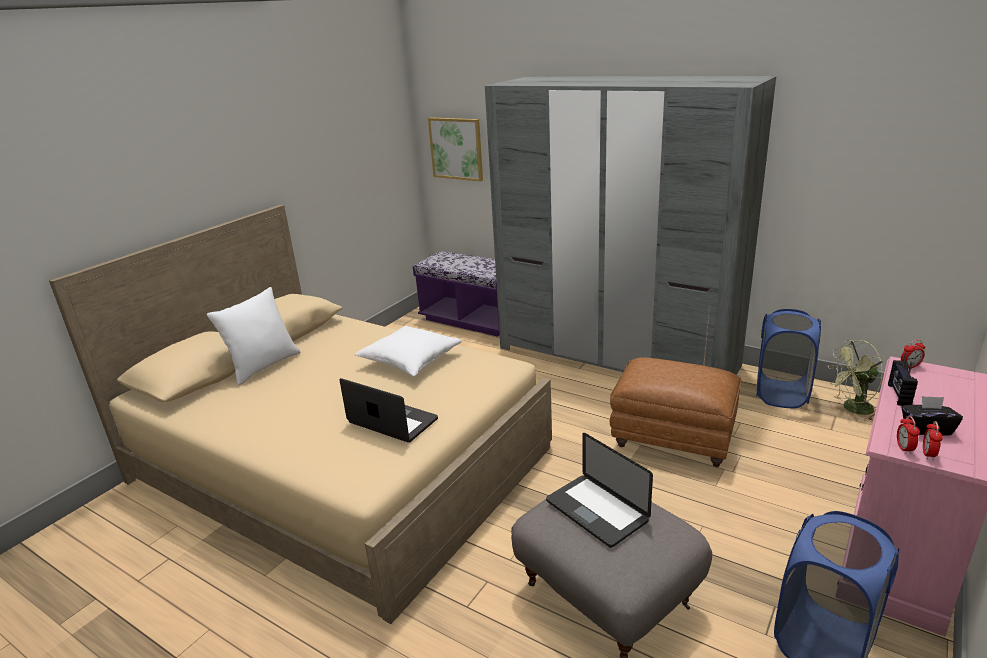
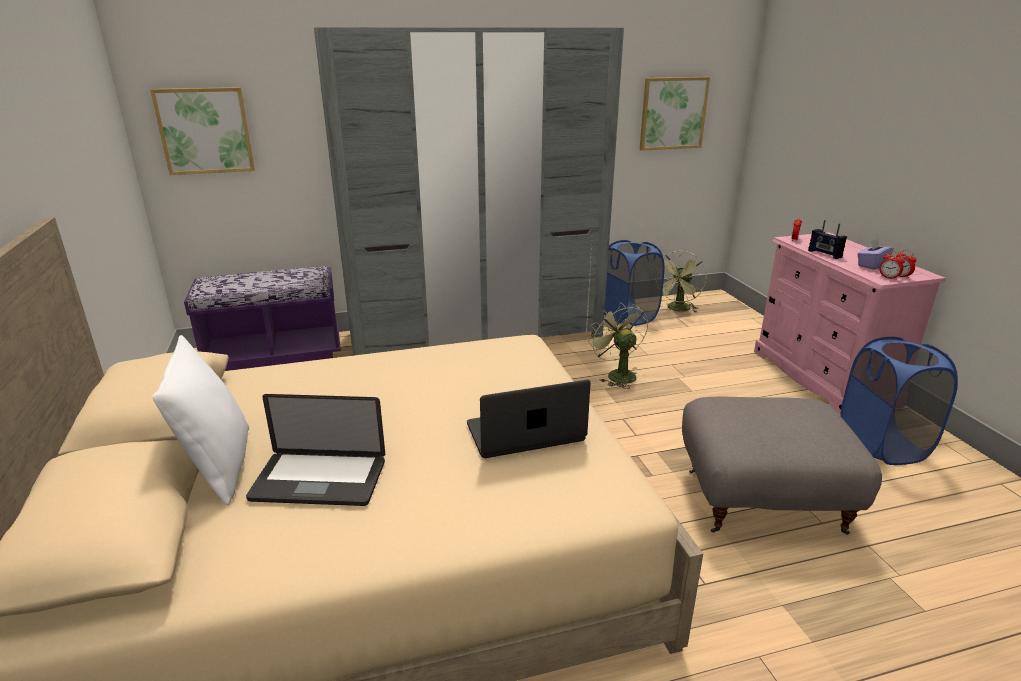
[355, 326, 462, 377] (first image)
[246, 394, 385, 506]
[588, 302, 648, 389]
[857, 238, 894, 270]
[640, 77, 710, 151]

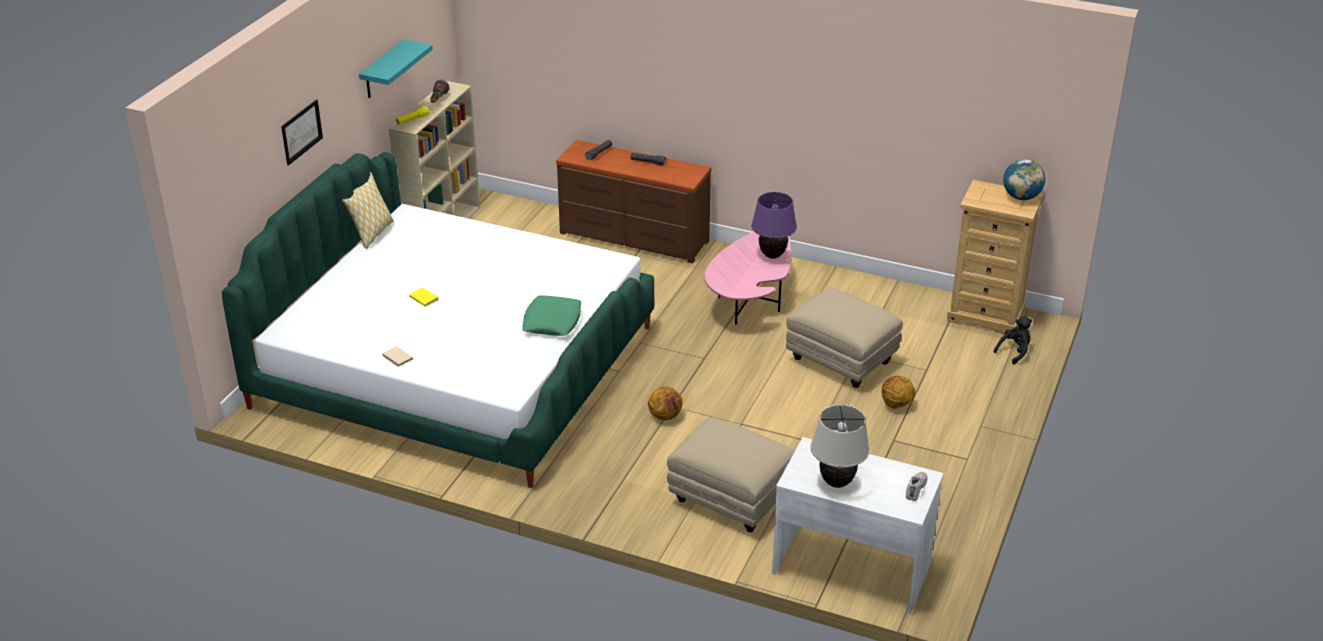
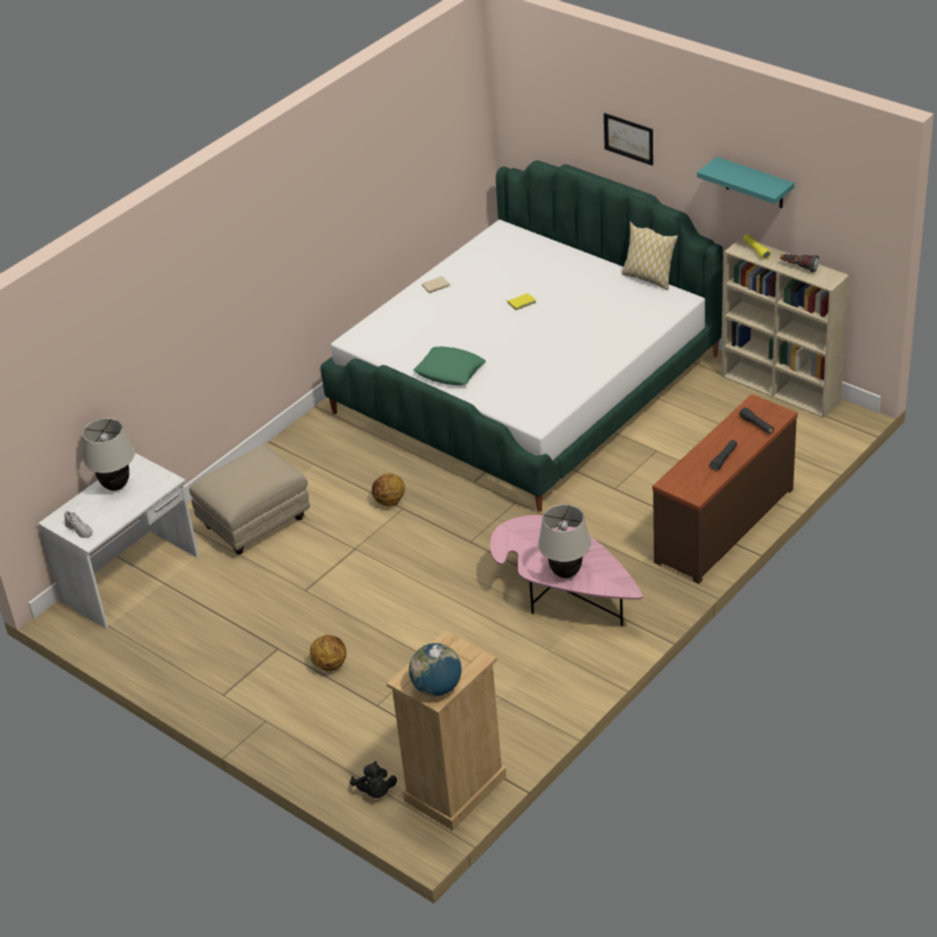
[538, 504, 591, 578]
[786, 288, 903, 388] (first image)

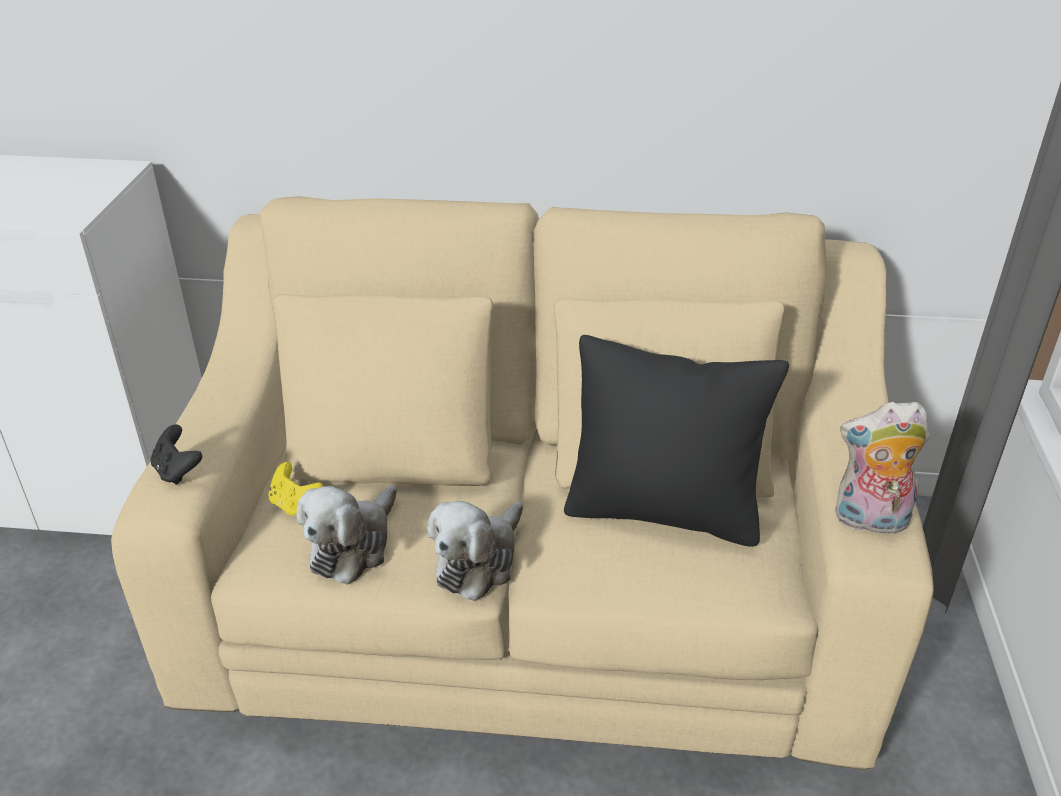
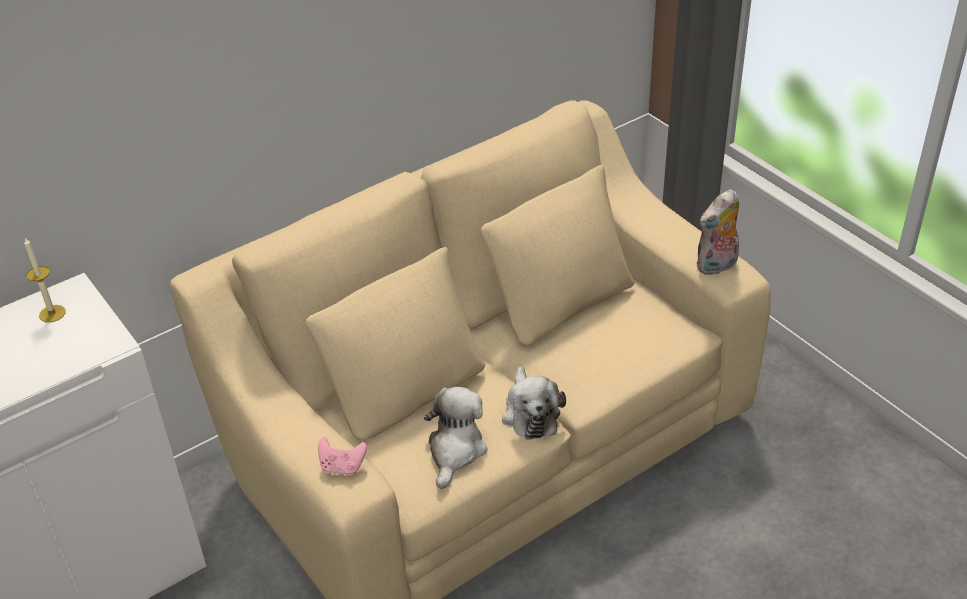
[318, 437, 367, 475]
[268, 462, 324, 516] (first image)
[424, 387, 487, 489]
[564, 335, 789, 547] (first image)
[24, 238, 66, 323]

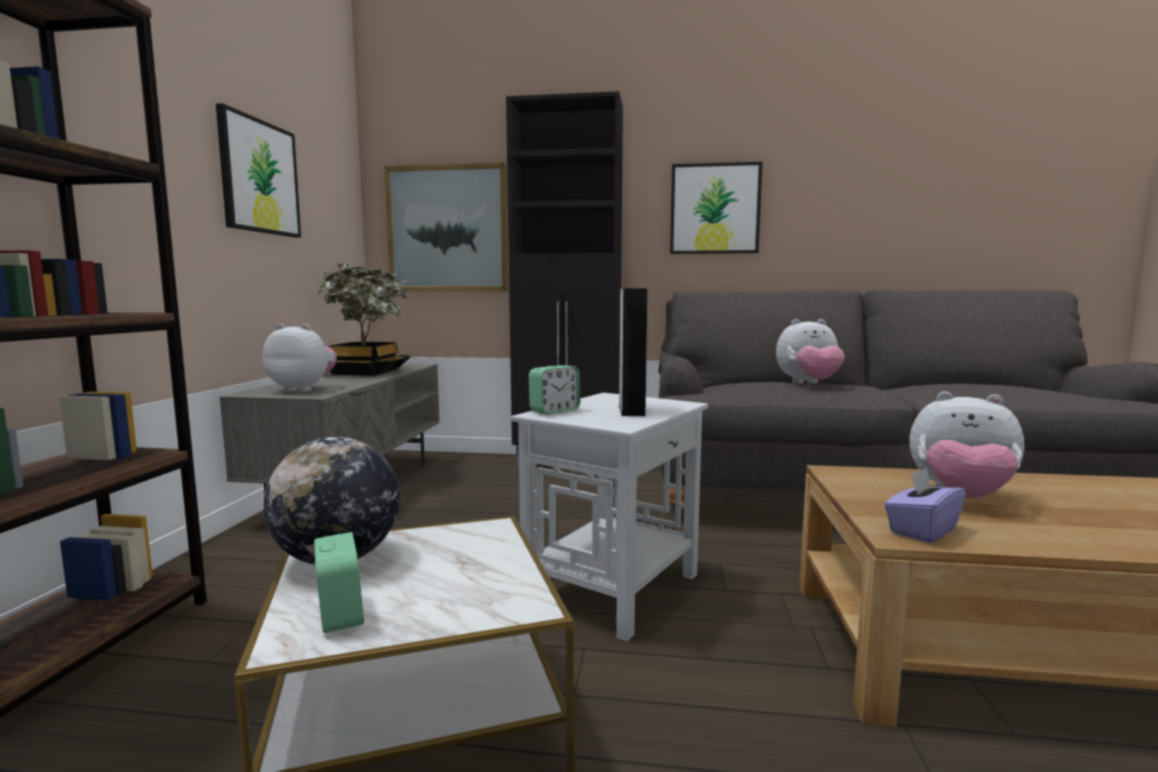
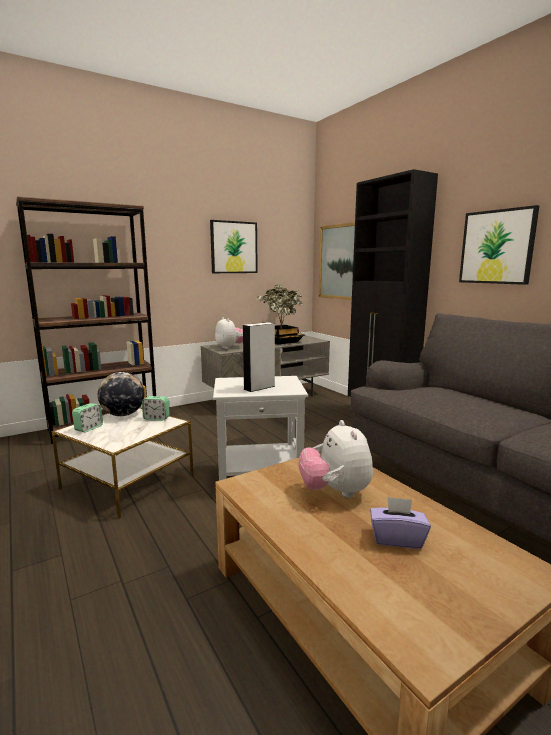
[142, 396, 170, 421]
[776, 319, 845, 383] (first image)
[370, 497, 431, 549]

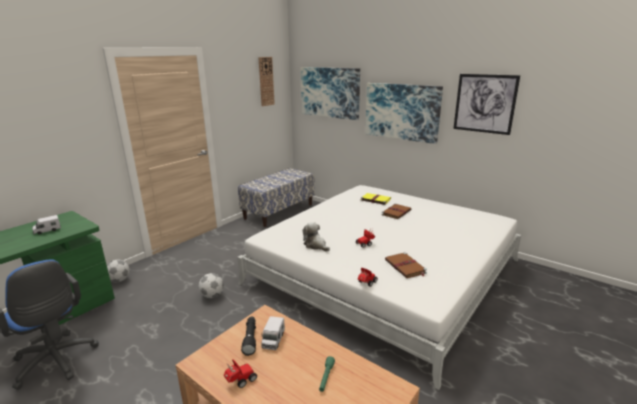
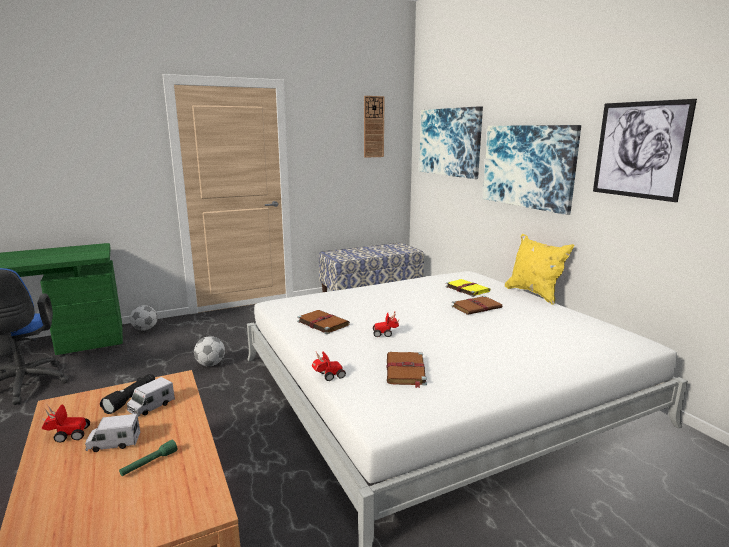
[85, 414, 140, 452]
[297, 310, 350, 334]
[505, 234, 574, 305]

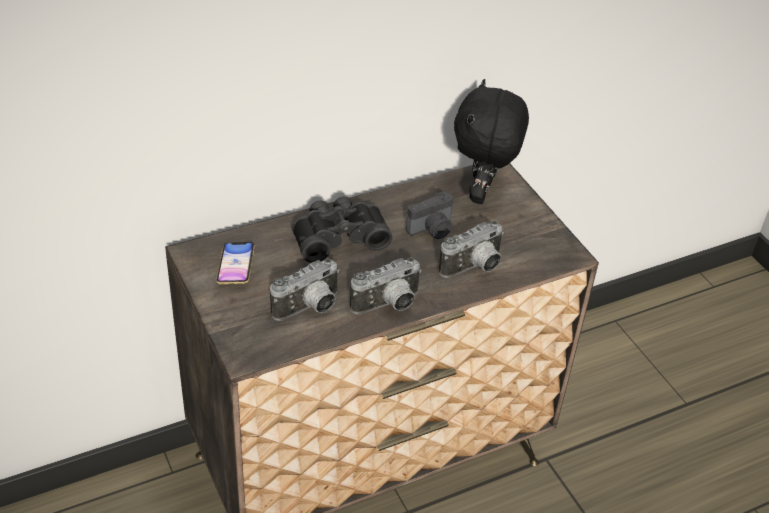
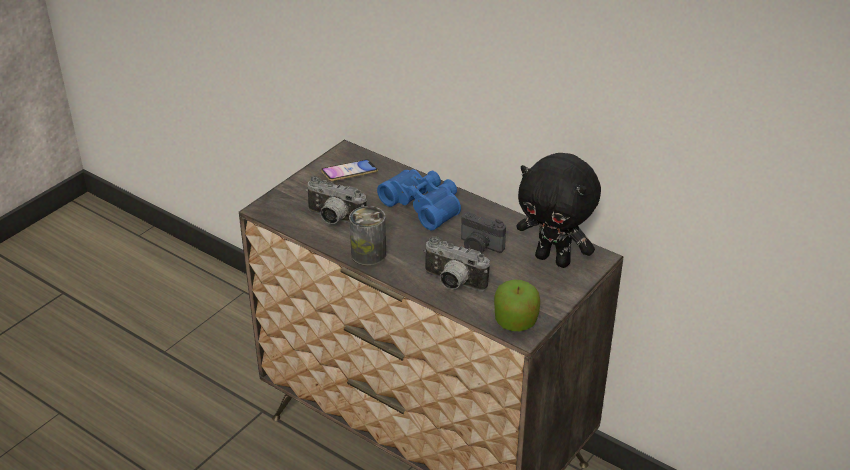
[377, 169, 461, 230]
[349, 206, 386, 266]
[516, 153, 601, 268]
[494, 279, 540, 331]

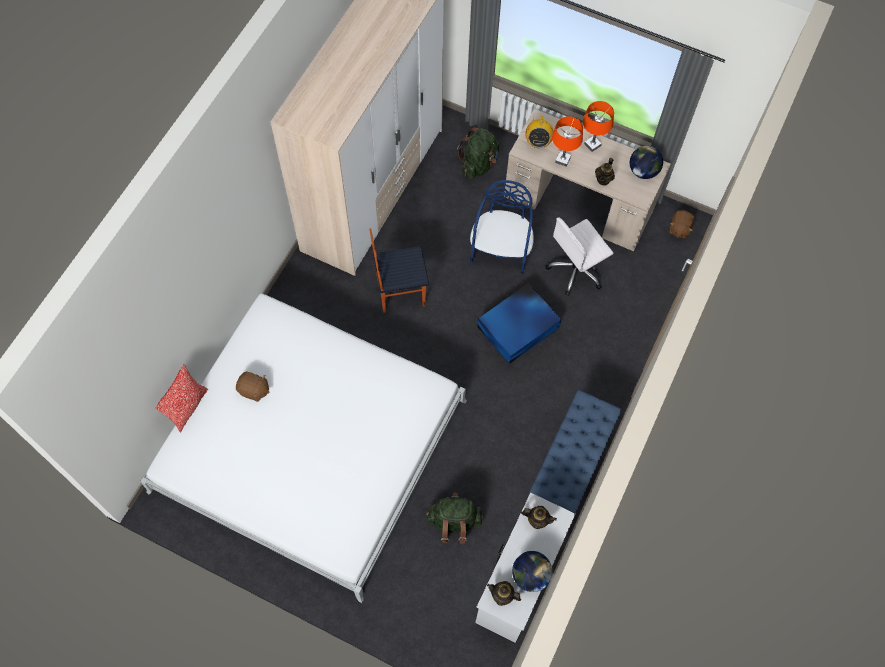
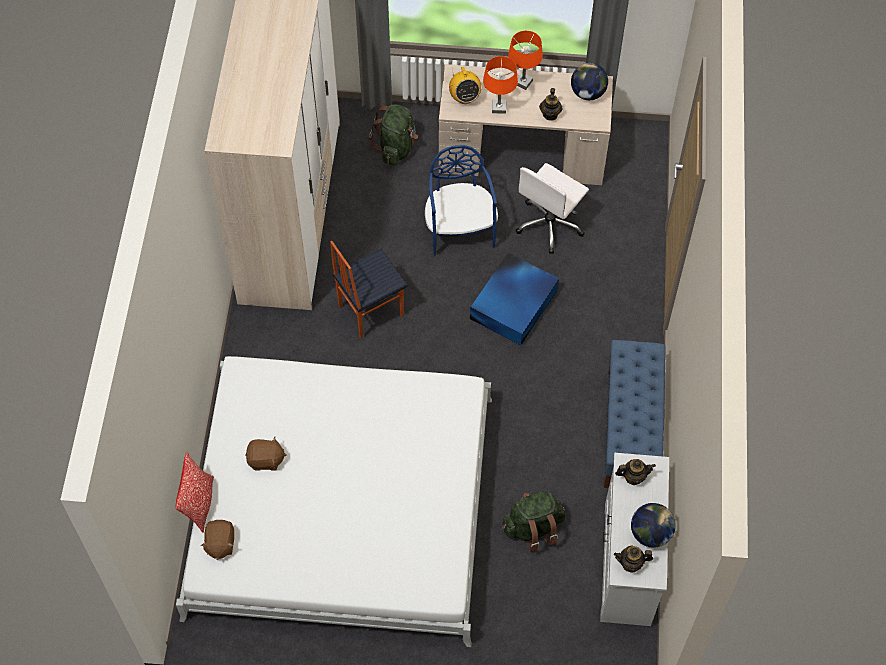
[201, 520, 234, 560]

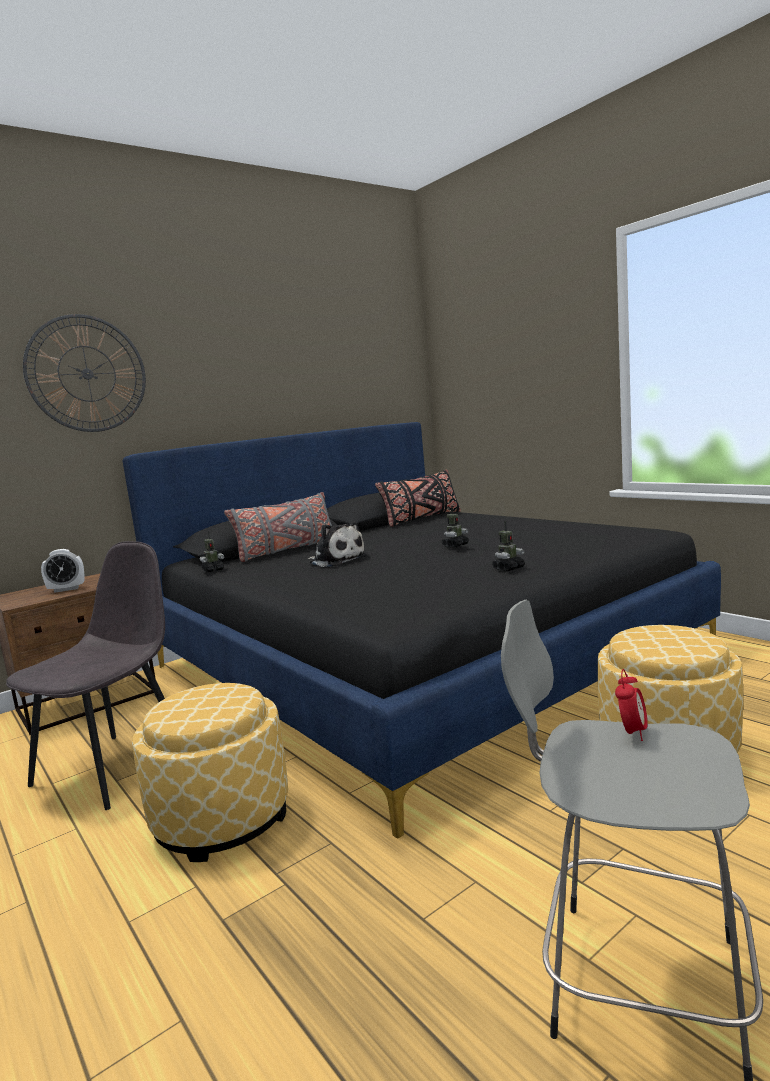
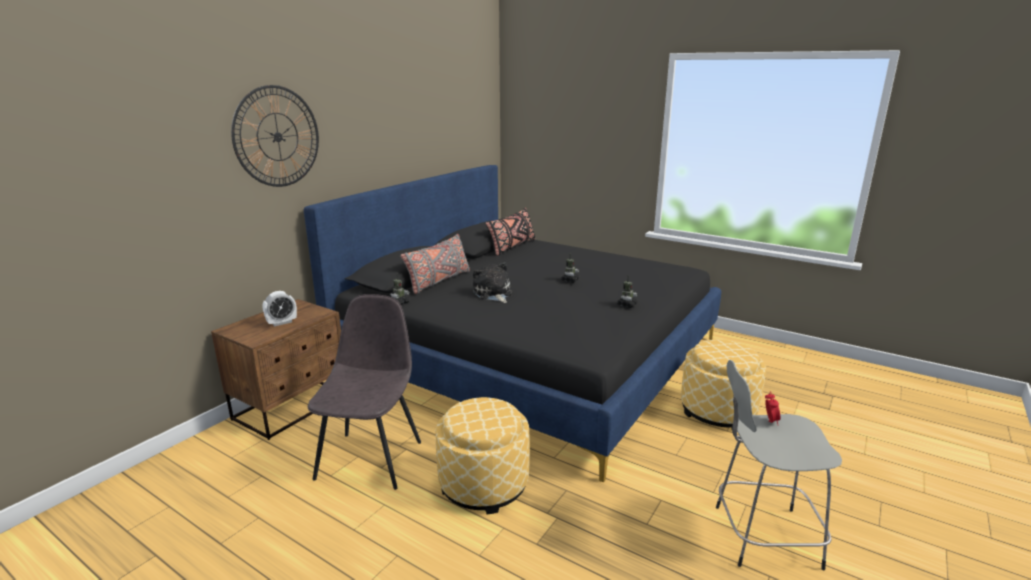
[473, 262, 513, 303]

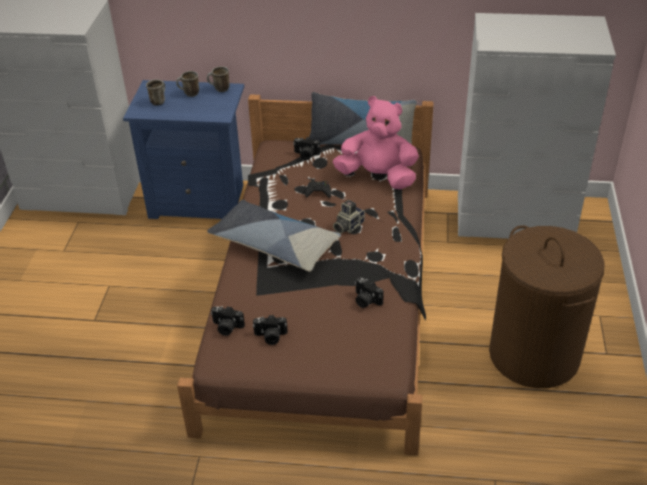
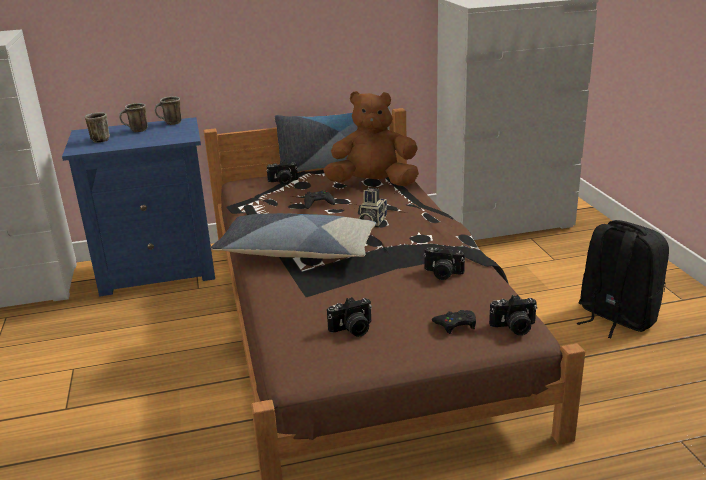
[489, 295, 537, 335]
[324, 91, 419, 186]
[576, 220, 669, 338]
[432, 310, 476, 334]

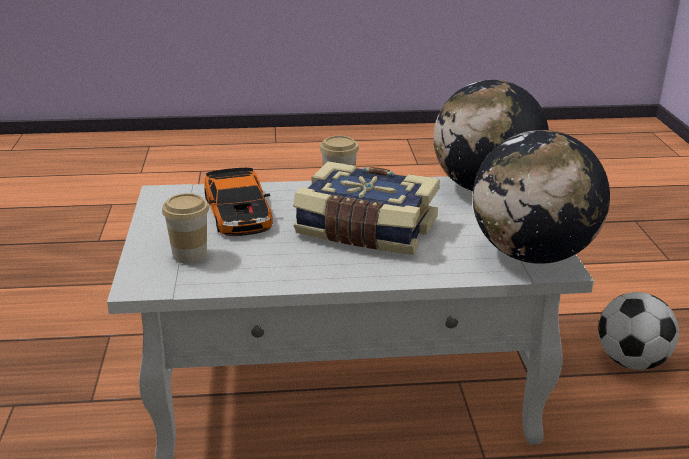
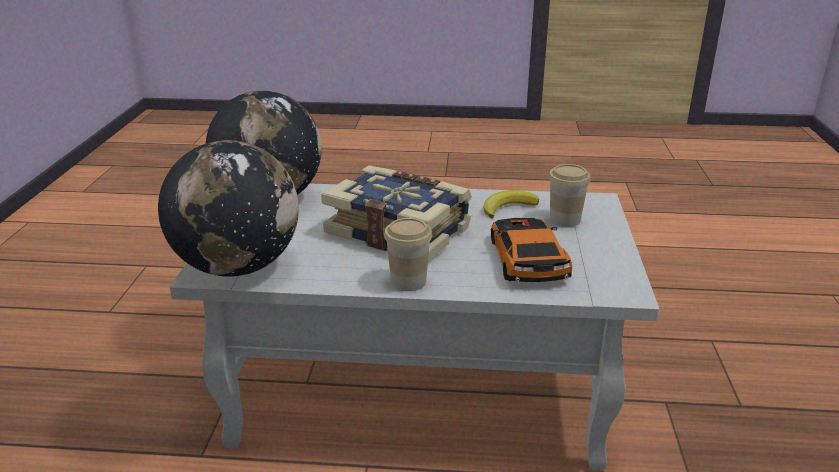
[598, 292, 679, 370] (first image)
[483, 190, 539, 218]

